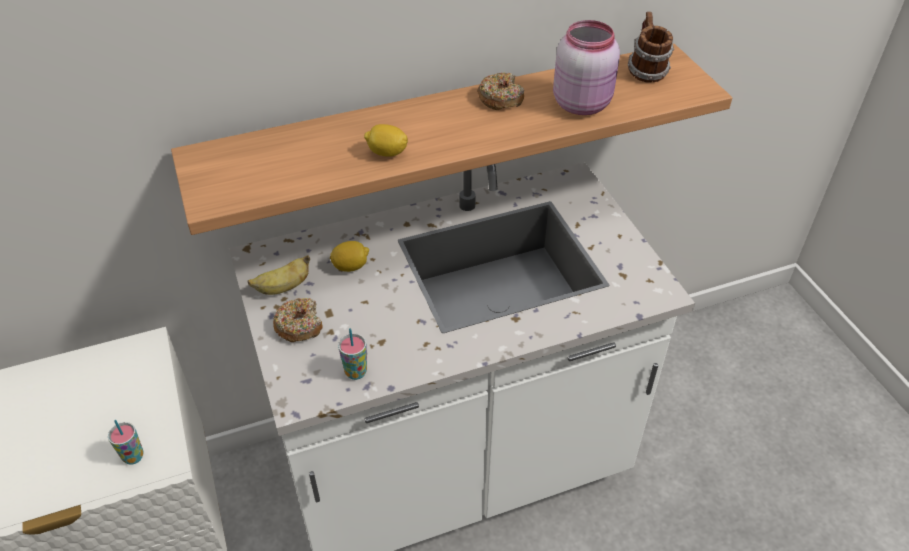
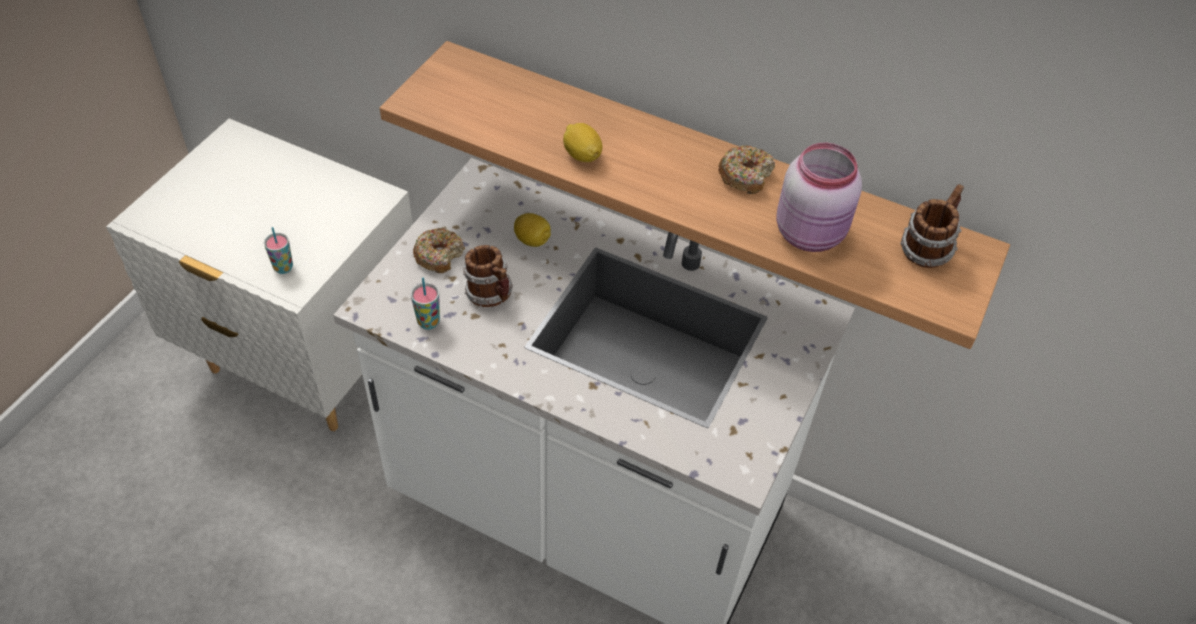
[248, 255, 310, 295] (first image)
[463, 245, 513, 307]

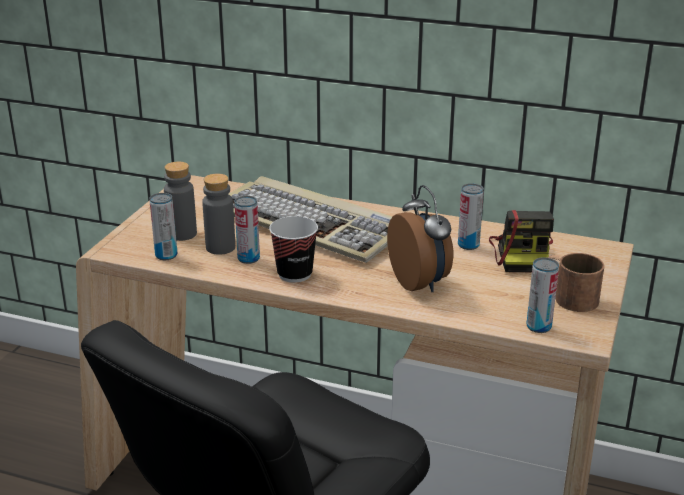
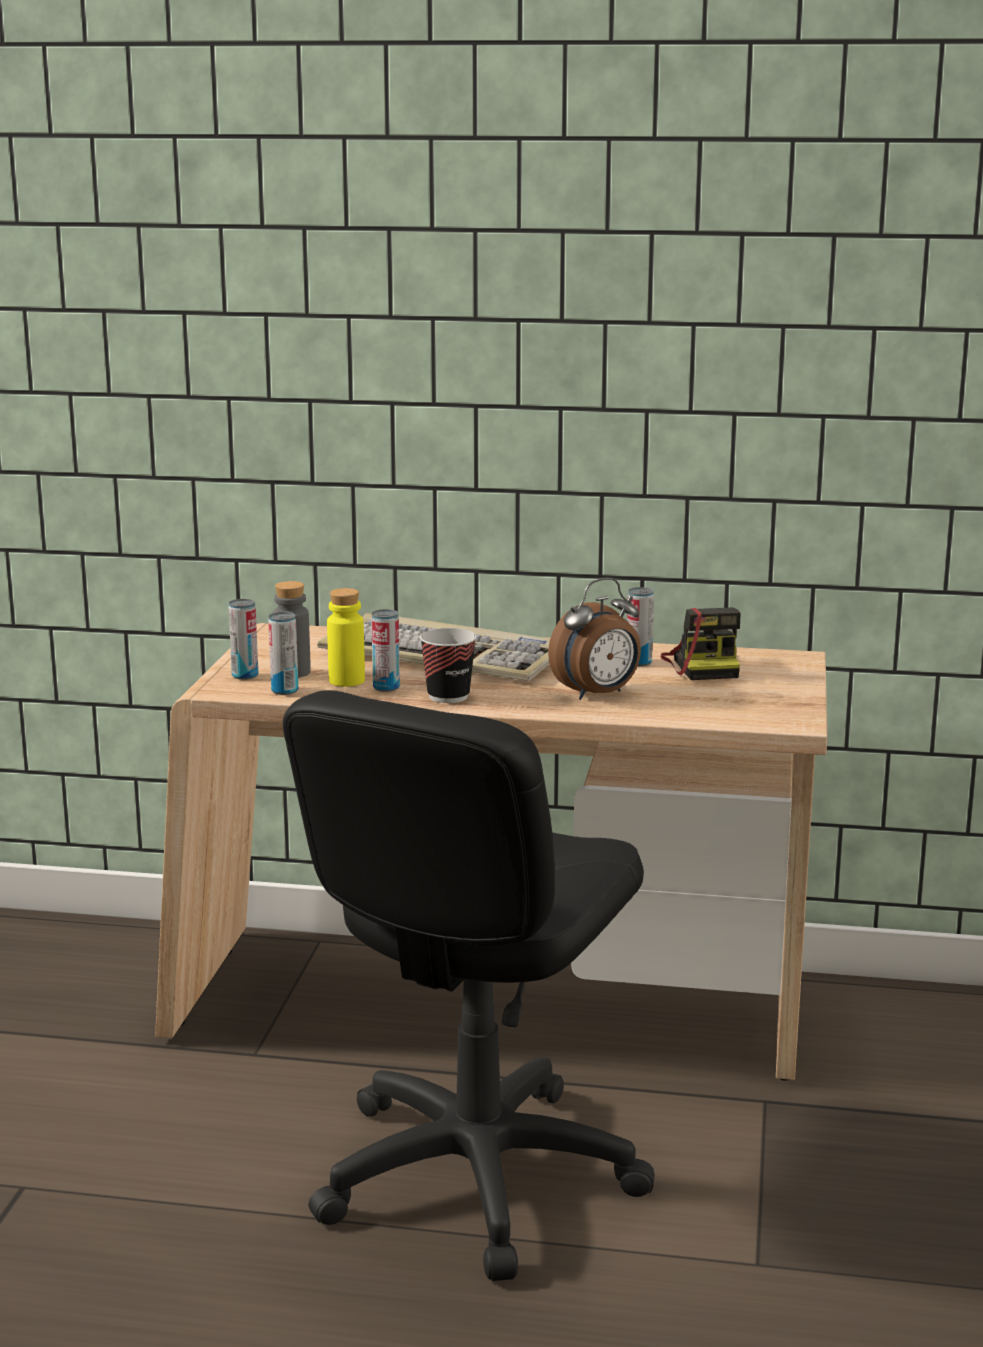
[327, 588, 365, 687]
[548, 578, 641, 700]
[229, 599, 258, 680]
[547, 253, 605, 312] (first image)

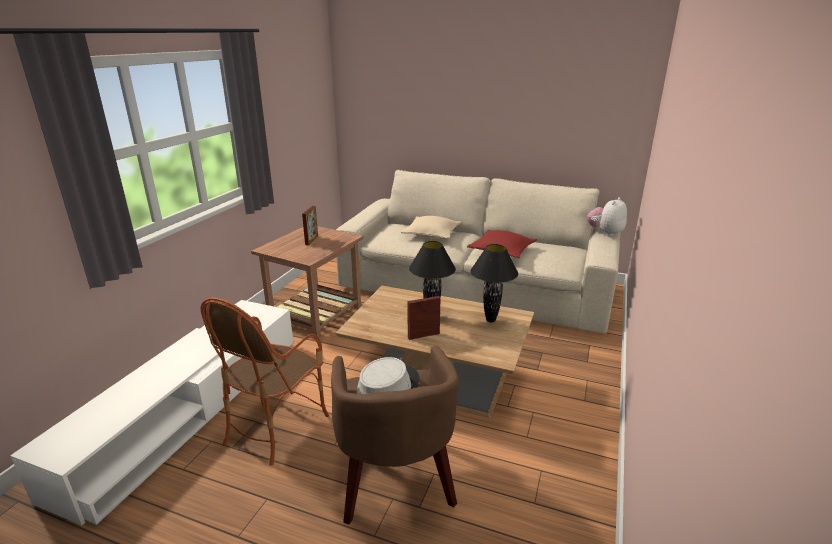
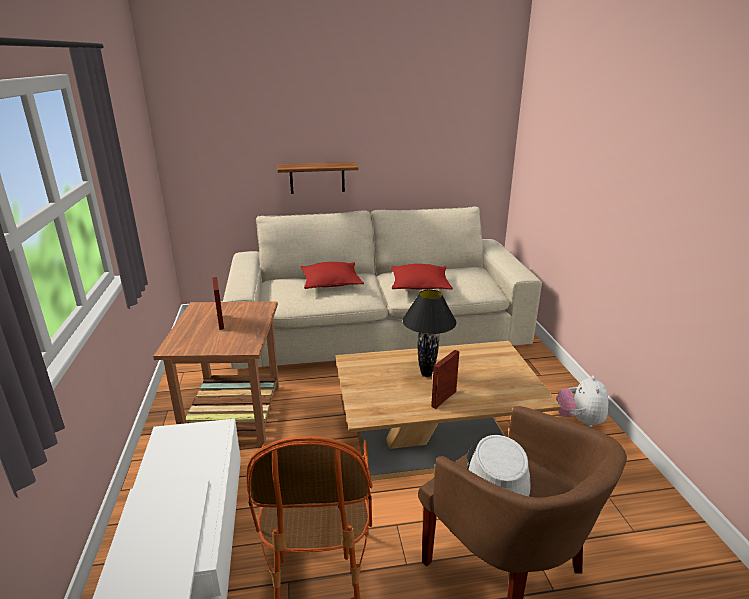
[301, 262, 364, 289]
[471, 244, 518, 322] (first image)
[557, 375, 608, 427]
[278, 162, 359, 194]

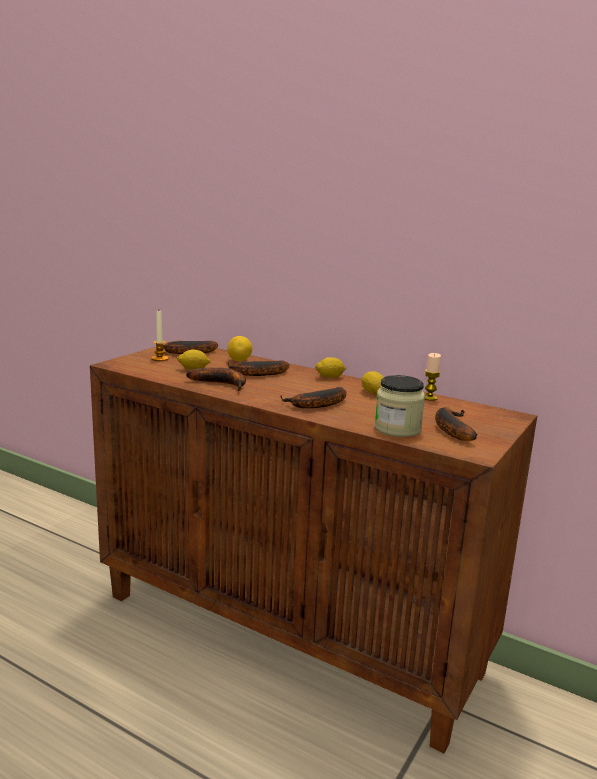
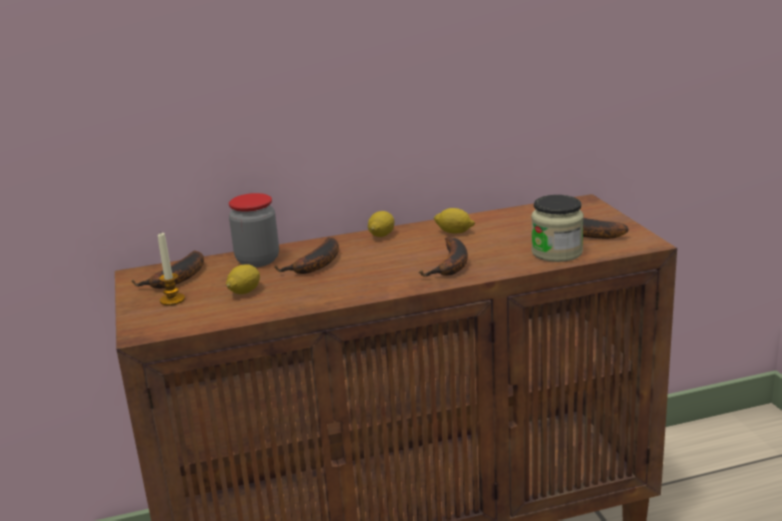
[186, 368, 246, 391] (first image)
[229, 193, 279, 267]
[425, 353, 441, 401] (first image)

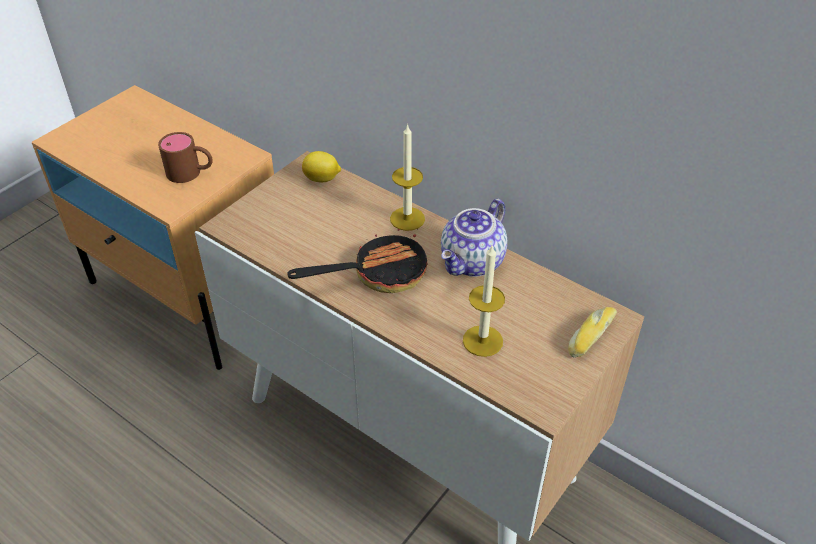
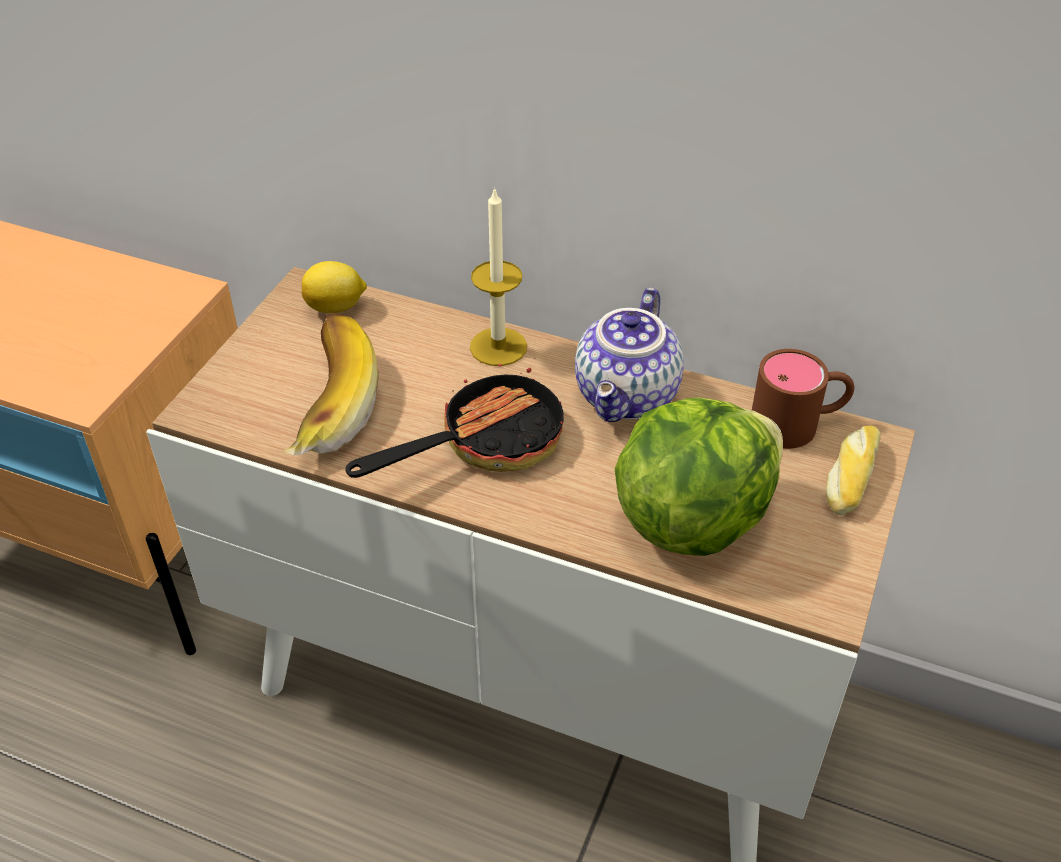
[752, 349, 854, 449]
[615, 397, 783, 556]
[283, 313, 379, 455]

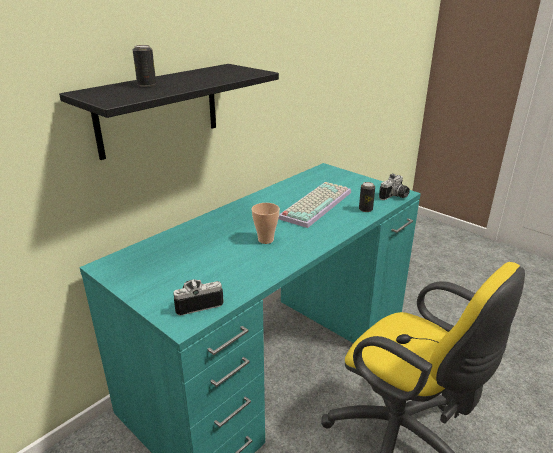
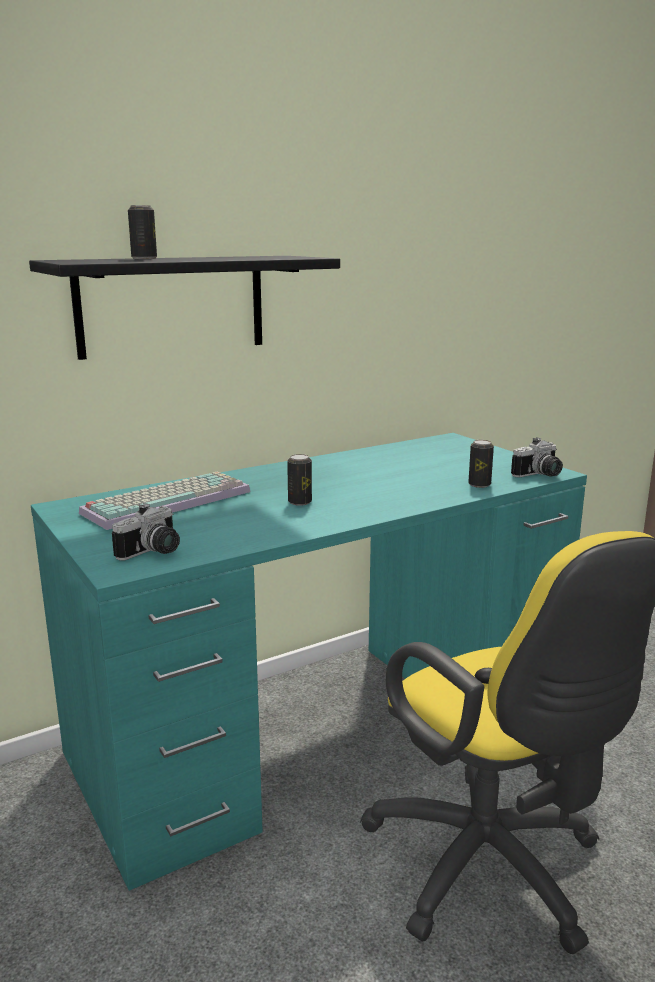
[112, 503, 180, 560]
[287, 454, 312, 506]
[79, 472, 251, 530]

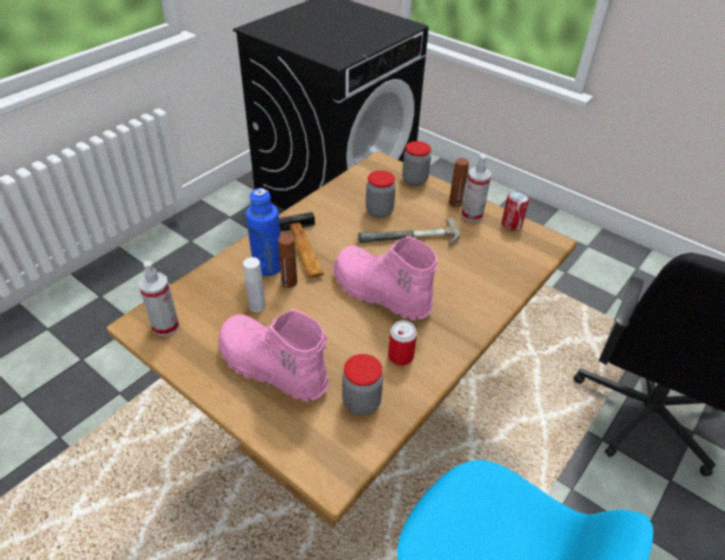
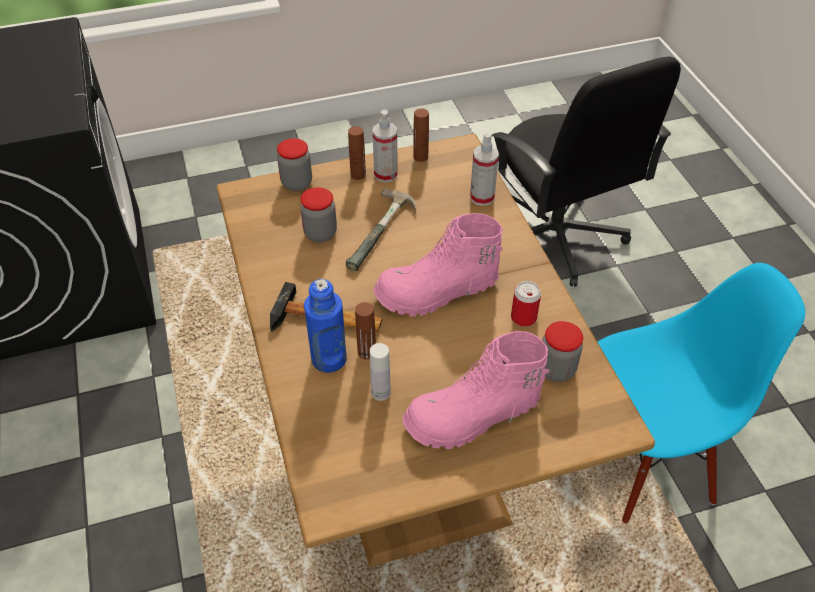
[470, 133, 499, 206]
[413, 108, 429, 162]

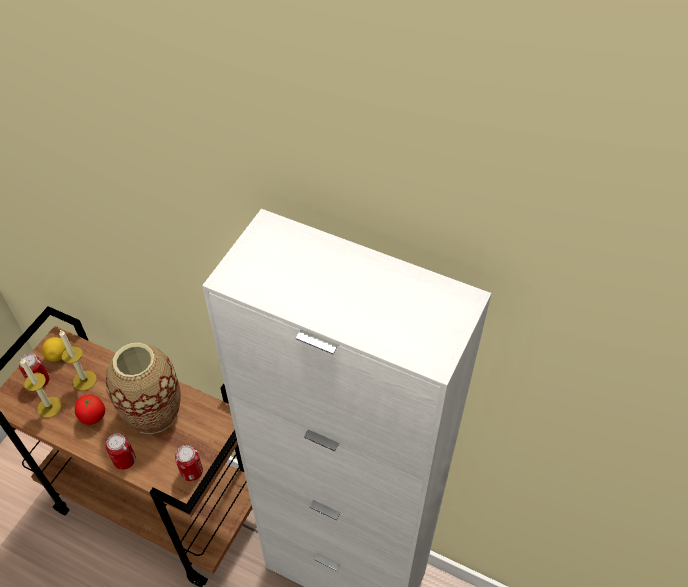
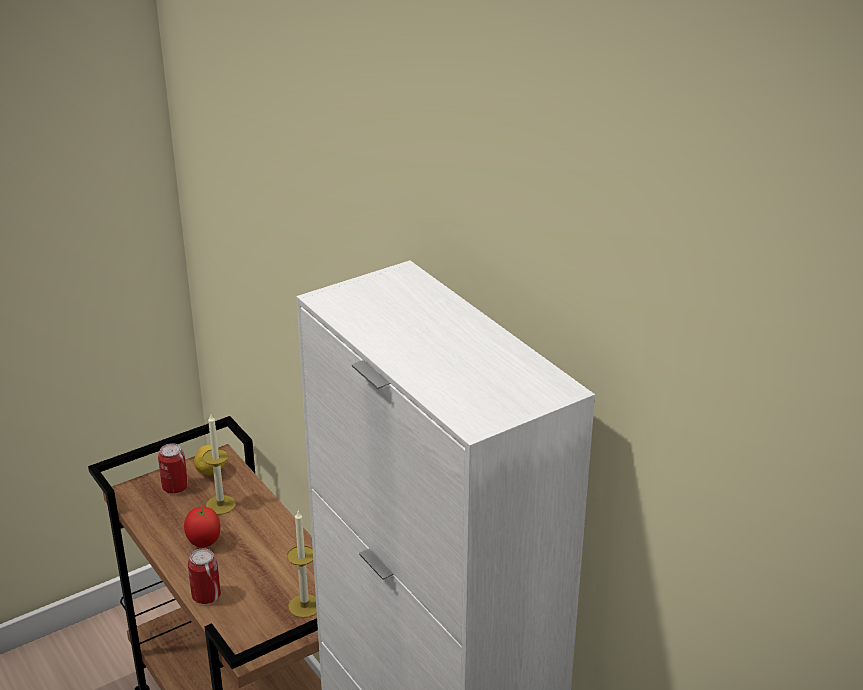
[287, 511, 317, 618]
[106, 343, 181, 434] (first image)
[175, 445, 203, 481] (first image)

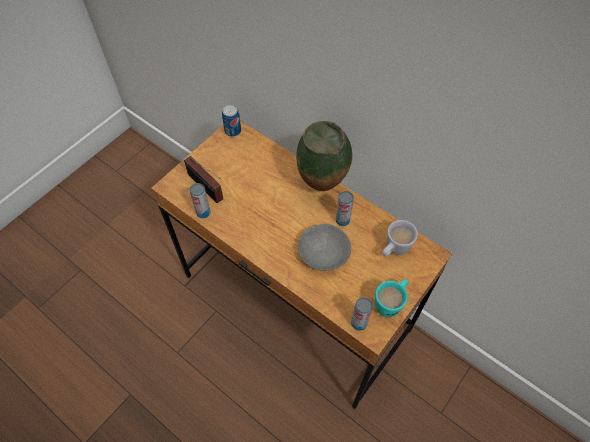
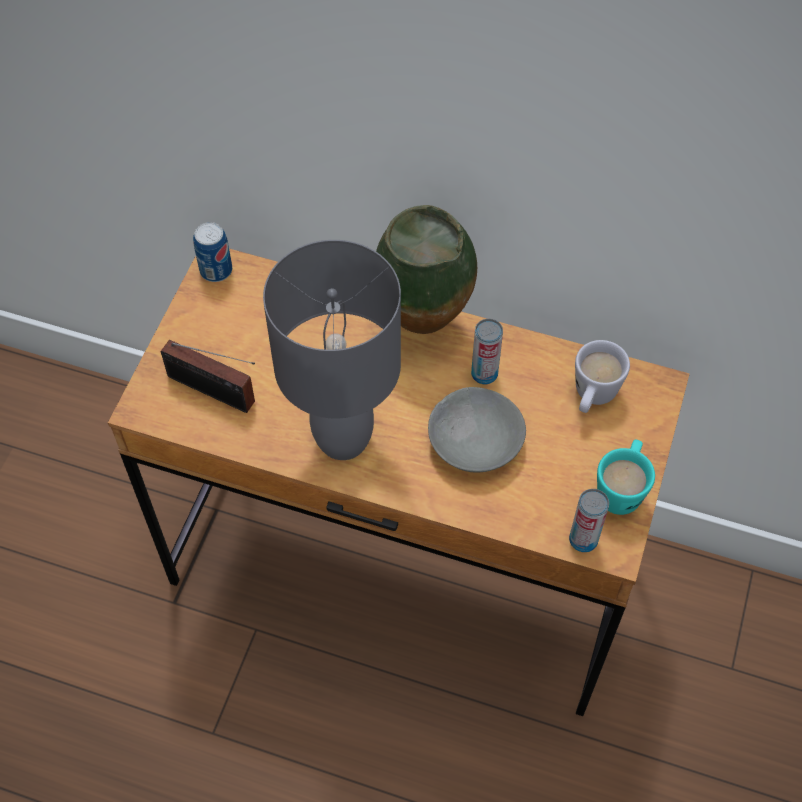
[190, 183, 211, 218] (first image)
[263, 240, 401, 460]

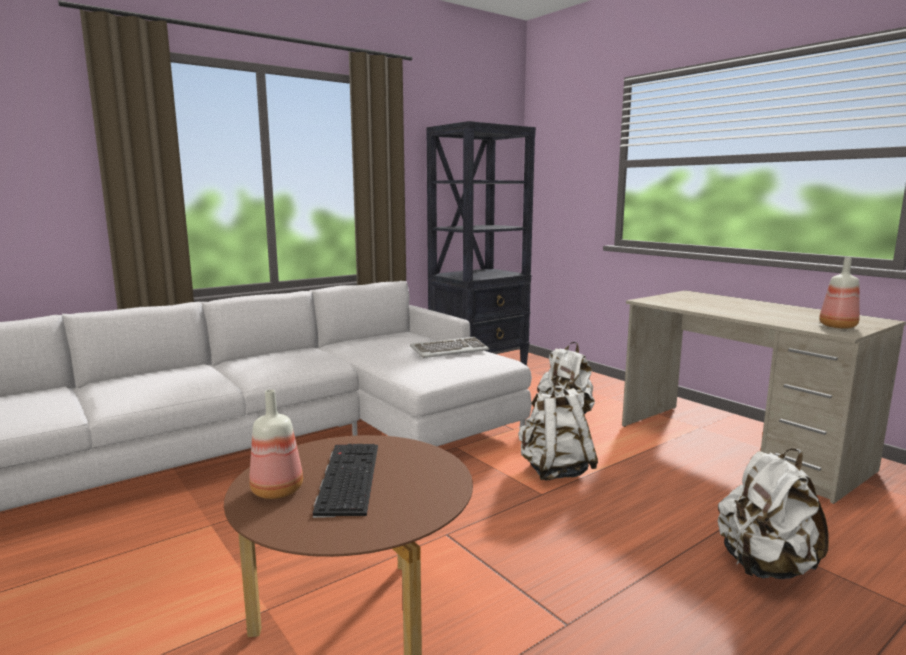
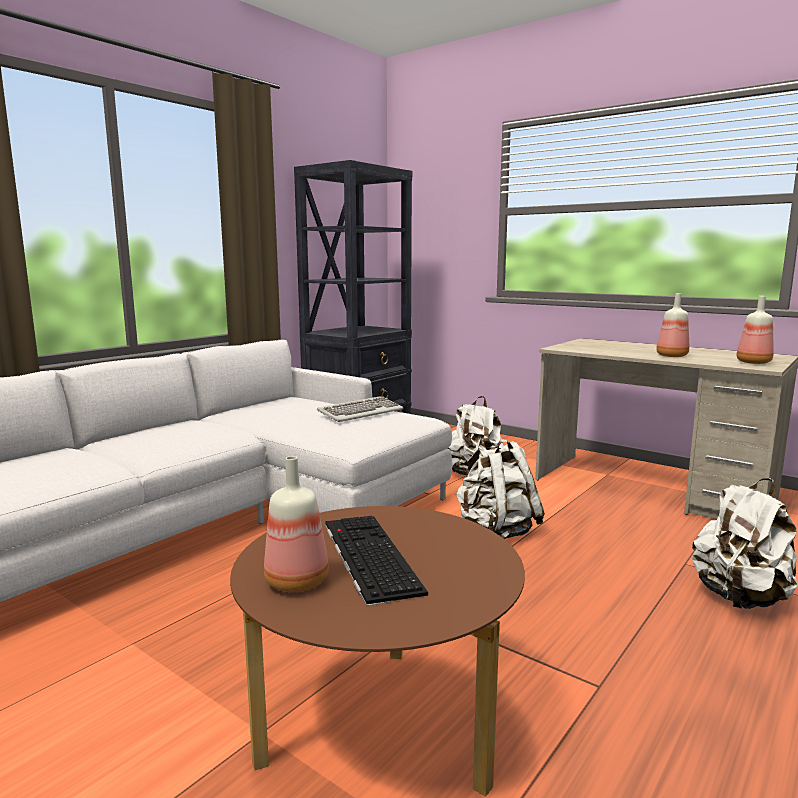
[656, 293, 689, 357]

